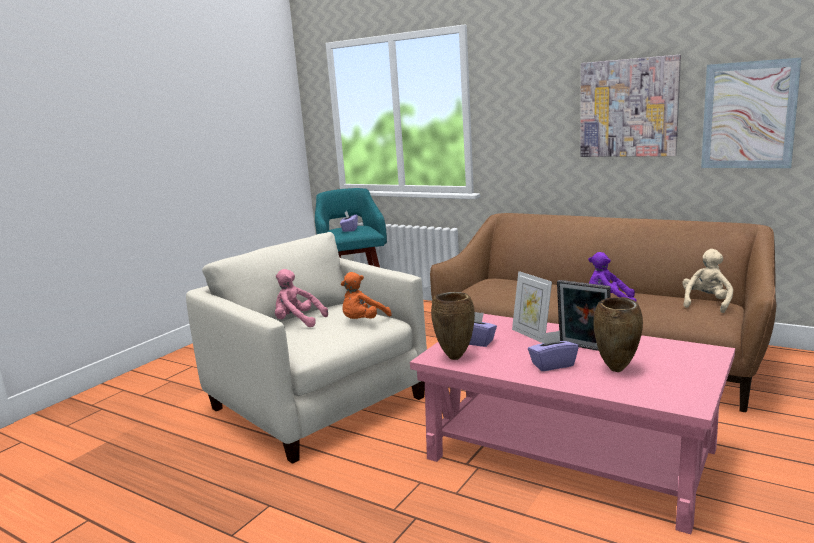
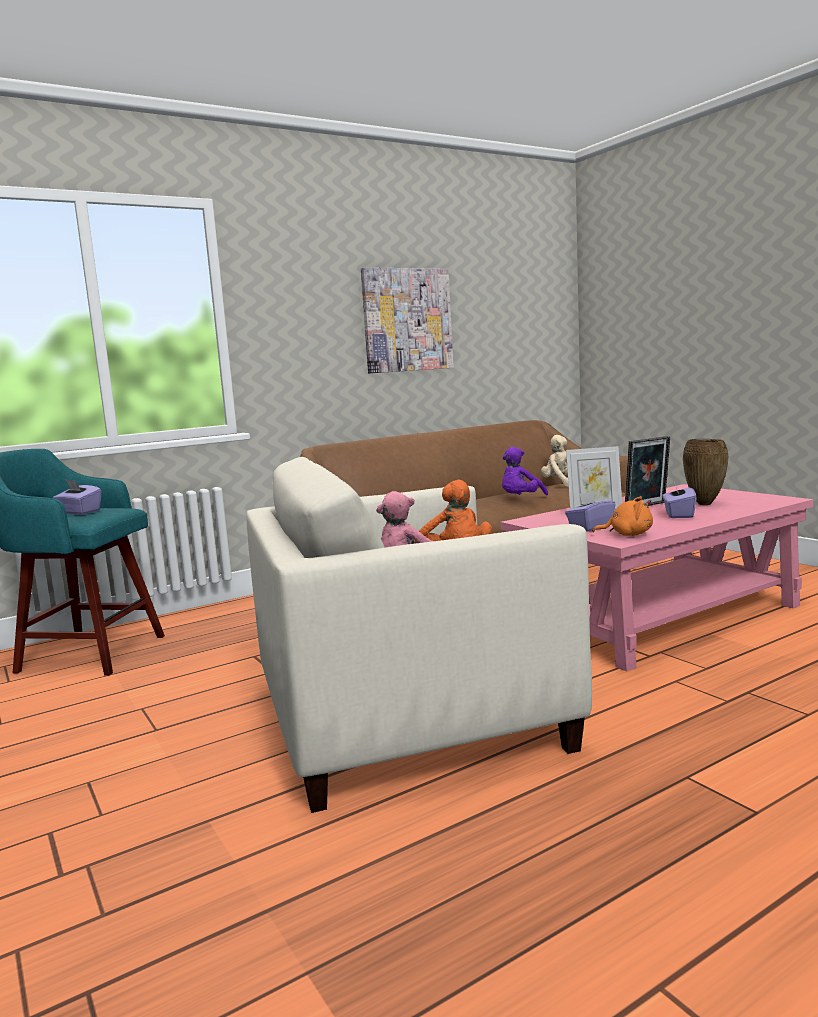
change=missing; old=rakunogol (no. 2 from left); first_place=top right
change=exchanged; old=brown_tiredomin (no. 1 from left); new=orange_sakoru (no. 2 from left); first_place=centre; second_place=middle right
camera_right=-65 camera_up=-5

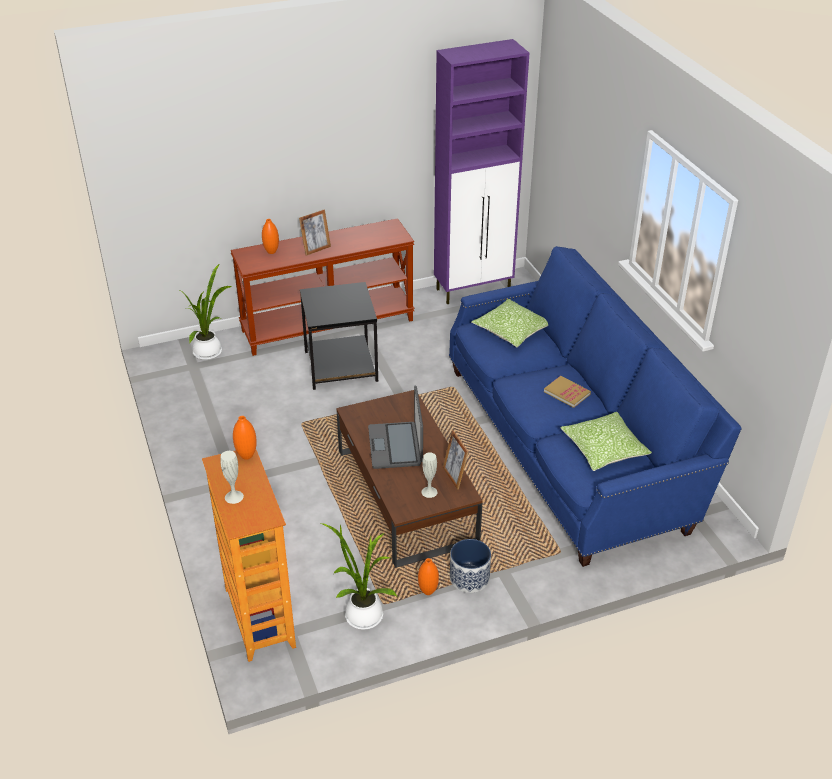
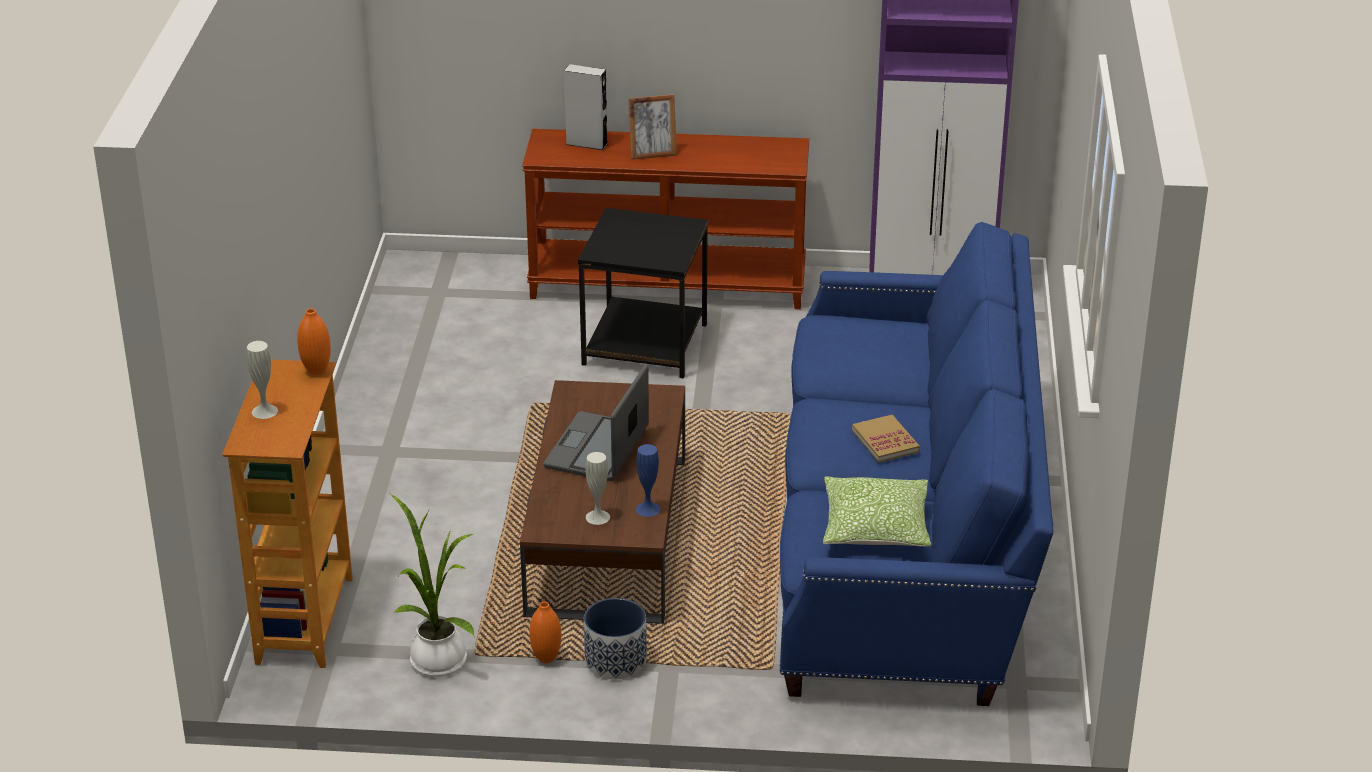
change=missing; old=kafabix (no. 1 from left); first_place=middle left
change=missing; old=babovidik (no. 1 from left); first_place=centre
change=exchanged; old=orange_tiredomin (no. 2 from left); new=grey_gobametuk; first_place=top left; second_place=top centre
change=exchanged; old=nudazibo (no. 2 from left); new=blue_tiredomin; first_place=centre; second_place=centre
camera_right=25 camera_up=-5

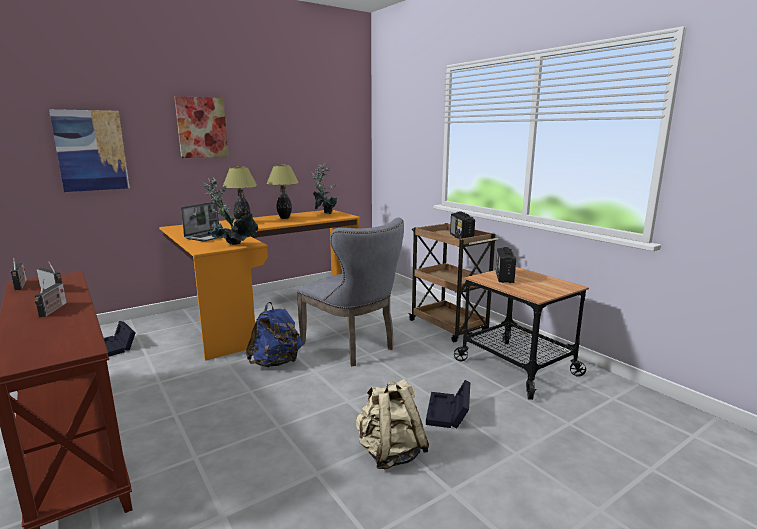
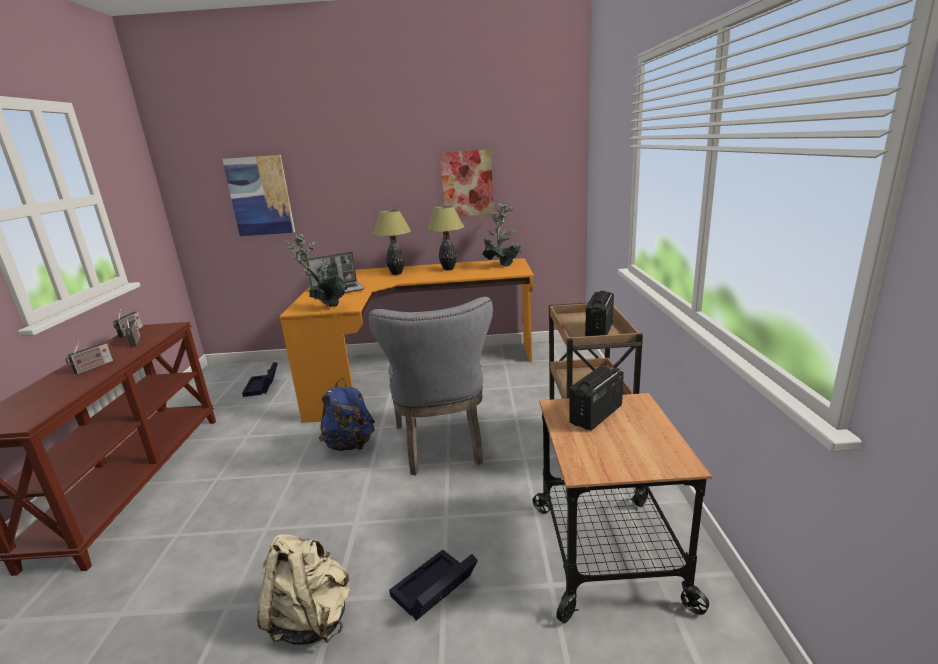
change=relocated; old=rakunogol (no. 2 from left); first_place=top left; second_place=top centre
camera_right=35 camera_up=5

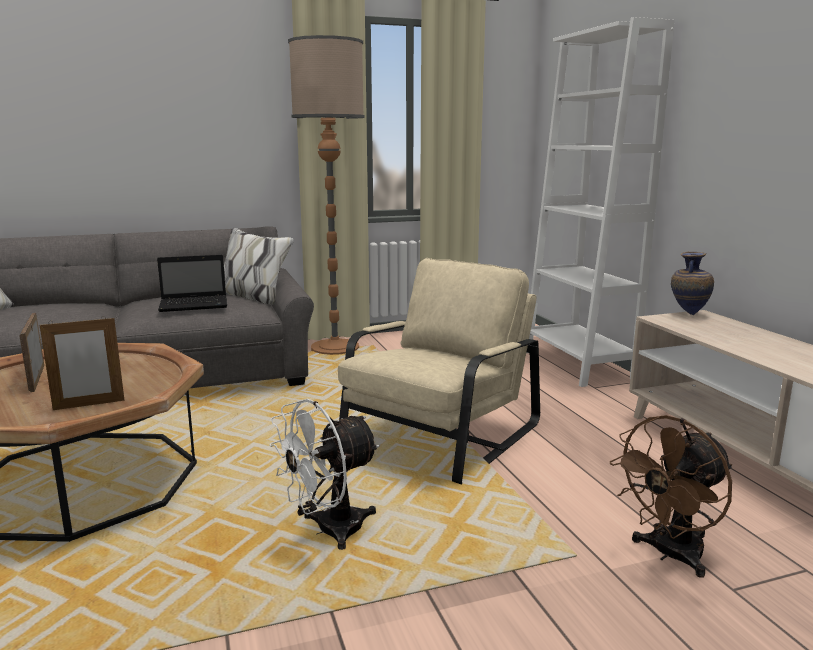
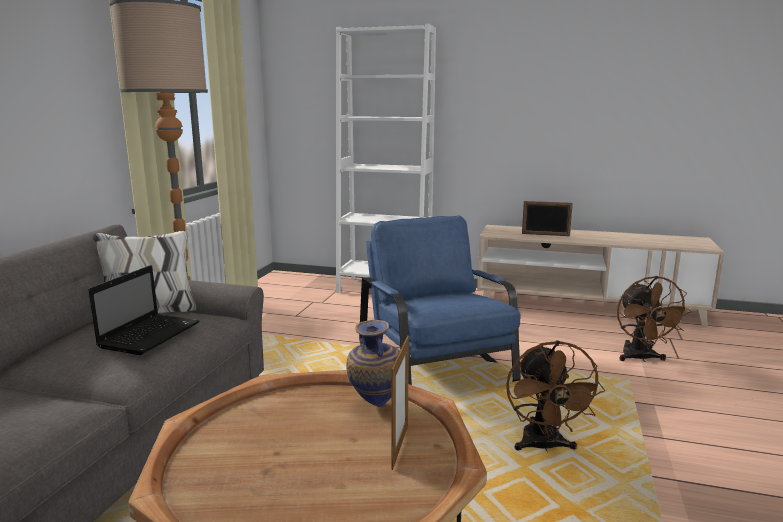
change=relocated; old=nudazibo (no. 1 from left in the first image); new=nudazibo (no. 2 from left); first_place=middle left; second_place=middle right
change=relocated; old=tiredomin; first_place=middle right; second_place=bottom centre
change=colour; old=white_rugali; new=brown_rugali (no. 1 from left); first_place=bottom centre; second_place=bottom right
change=colour; old=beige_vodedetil; new=blue_vodedetil; first_place=centre; second_place=centre
camera_right=-55 camera_up=0

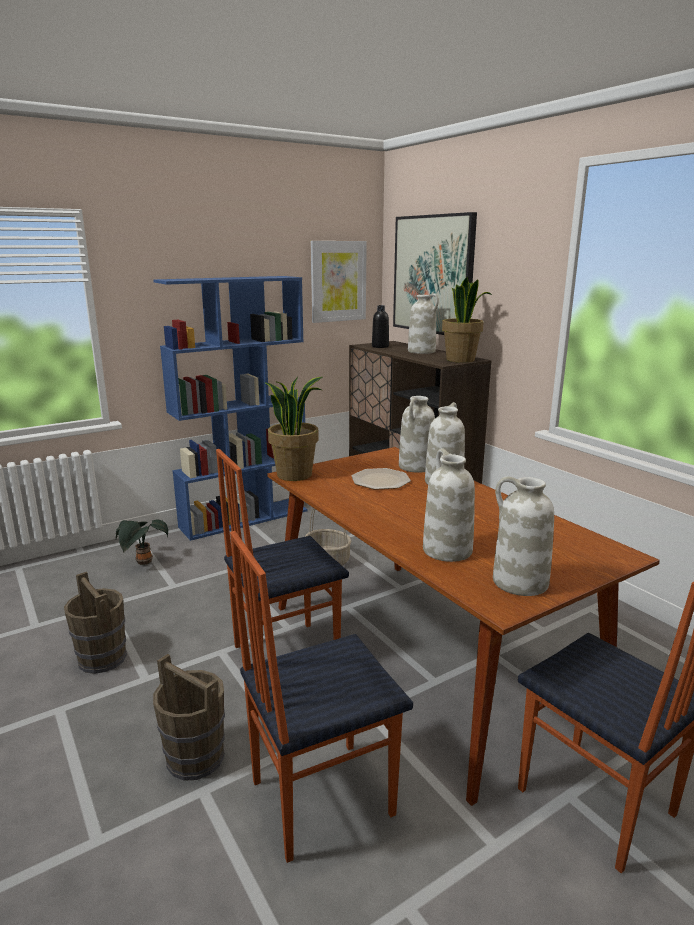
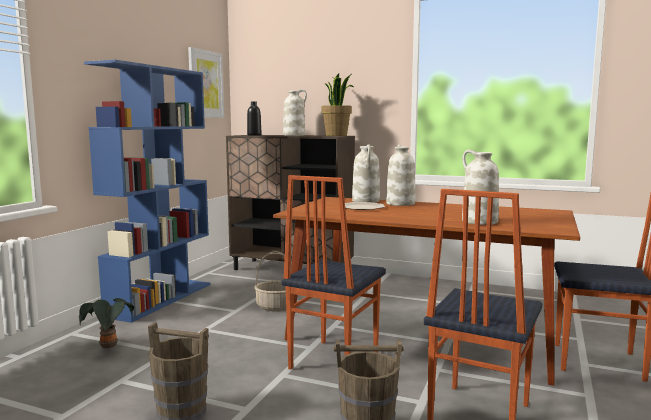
change=missing; old=kafabix (no. 2 from left); first_place=centre
change=missing; old=rakunogol (no. 2 from left); first_place=top centre
change=missing; old=white_tiredomin (no. 5 from left); first_place=middle right
camera_right=-35 camera_up=-10

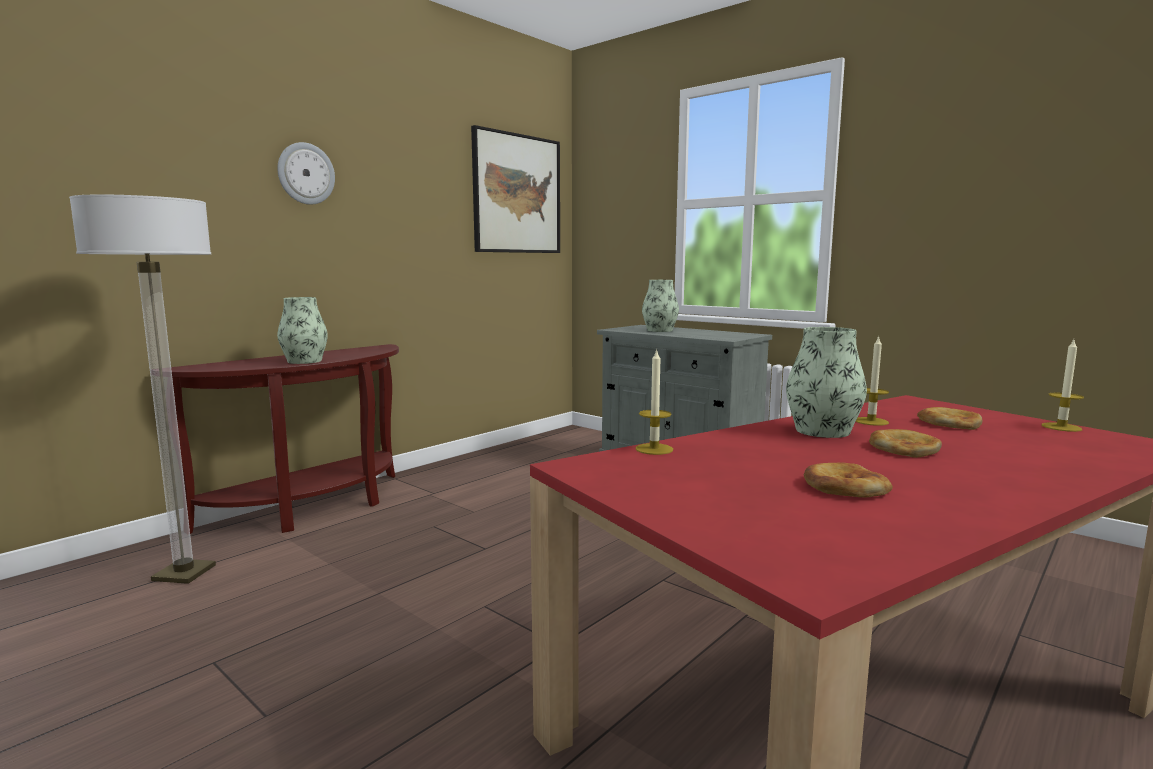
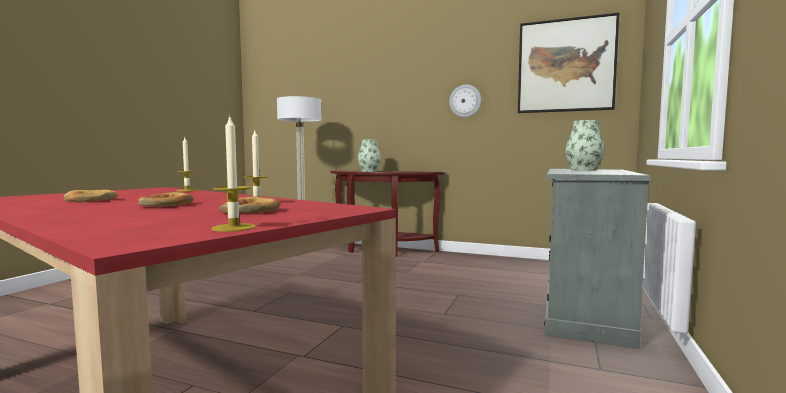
change=missing; old=tiredomin (no. 3 from left); first_place=middle right
change=relocated; old=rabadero; first_place=top left; second_place=top centre
camera_right=70 camera_up=-5

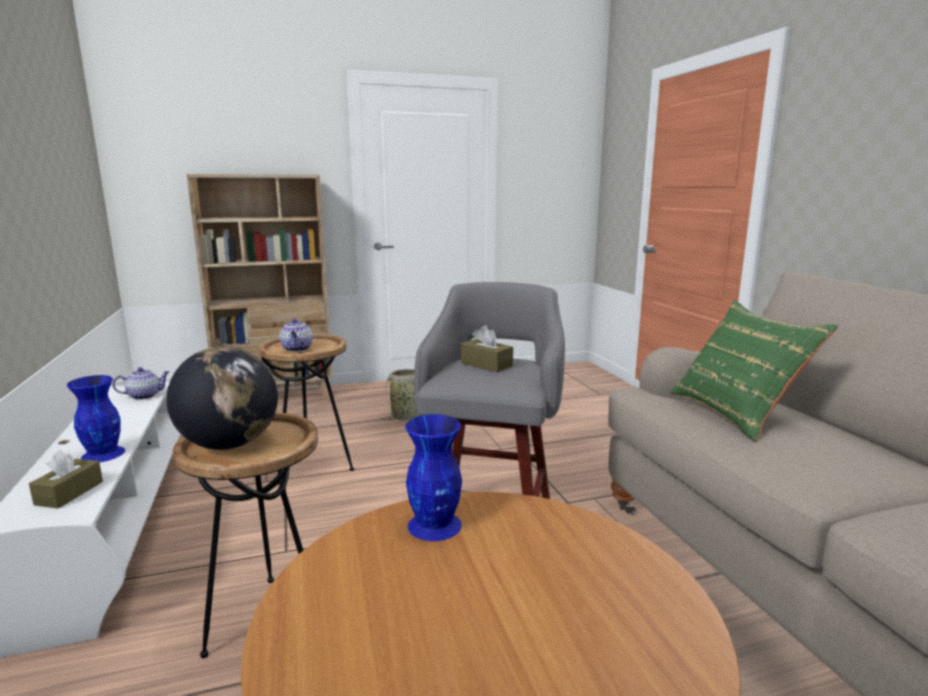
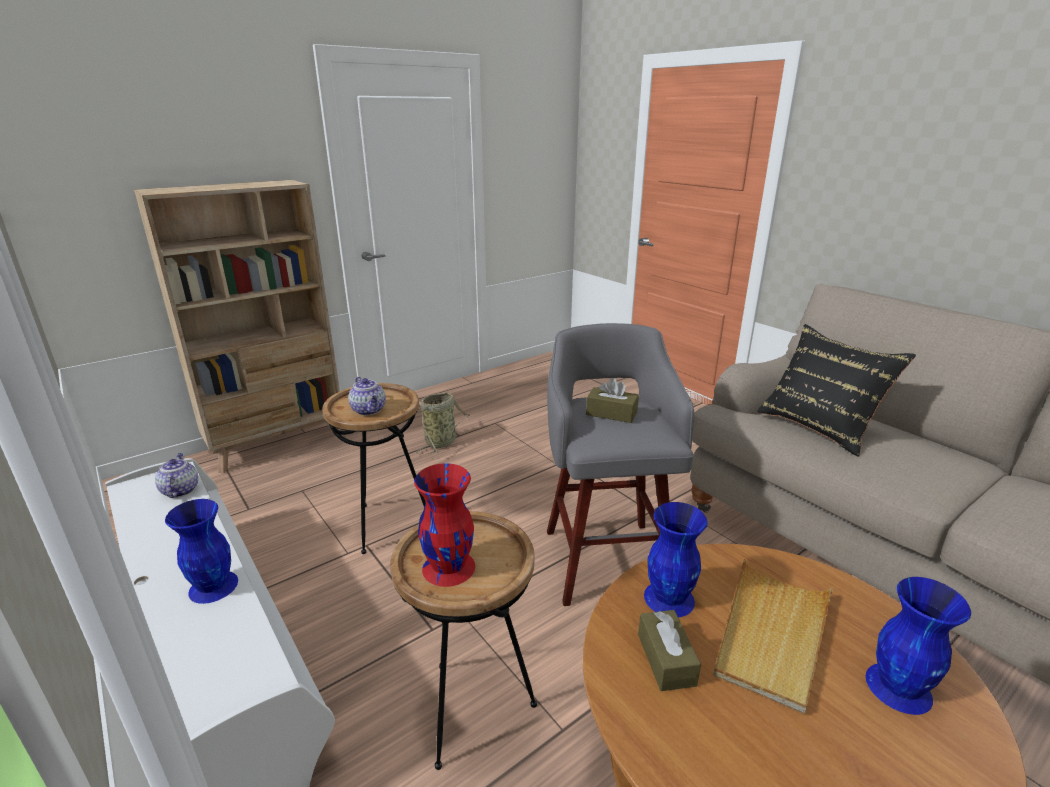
change=appeared; new=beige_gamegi; second_place=bottom right
change=appeared; new=blue_tiredomin (no. 3 from left); second_place=bottom right
change=relocated; old=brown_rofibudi (no. 1 from left in the first image); new=brown_rofibudi (no. 2 from left); first_place=bottom left; second_place=bottom centre
change=exchanged; old=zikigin; new=red_tiredomin; first_place=middle left; second_place=bottom centre
change=colour; old=green_babovidik; new=black_babovidik; first_place=middle right; second_place=middle right
change=spun; old=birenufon (no. 1 from left); first_place=middle left; second_place=middle left; degrees=-60
camera_right=-20 camera_up=10

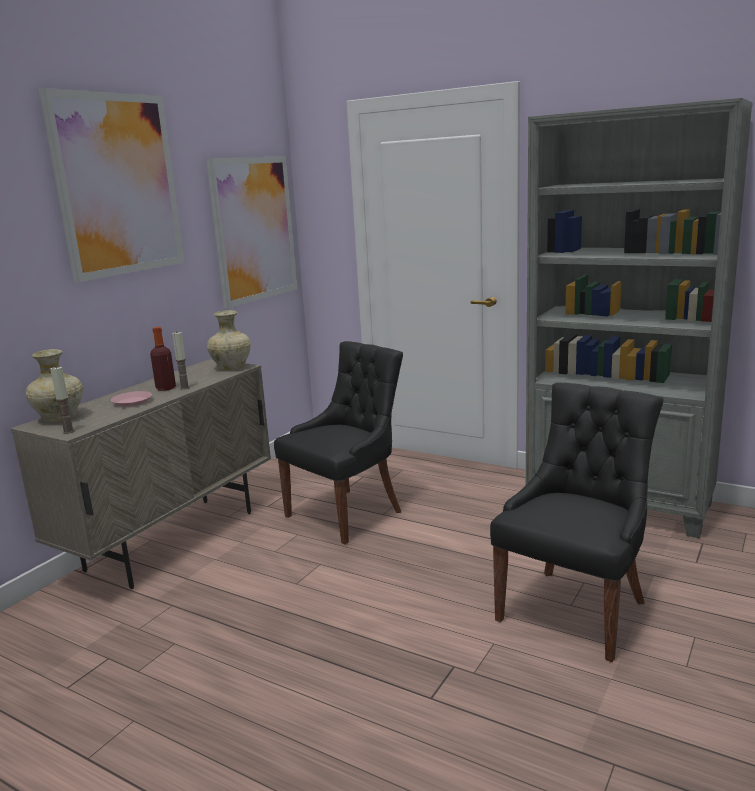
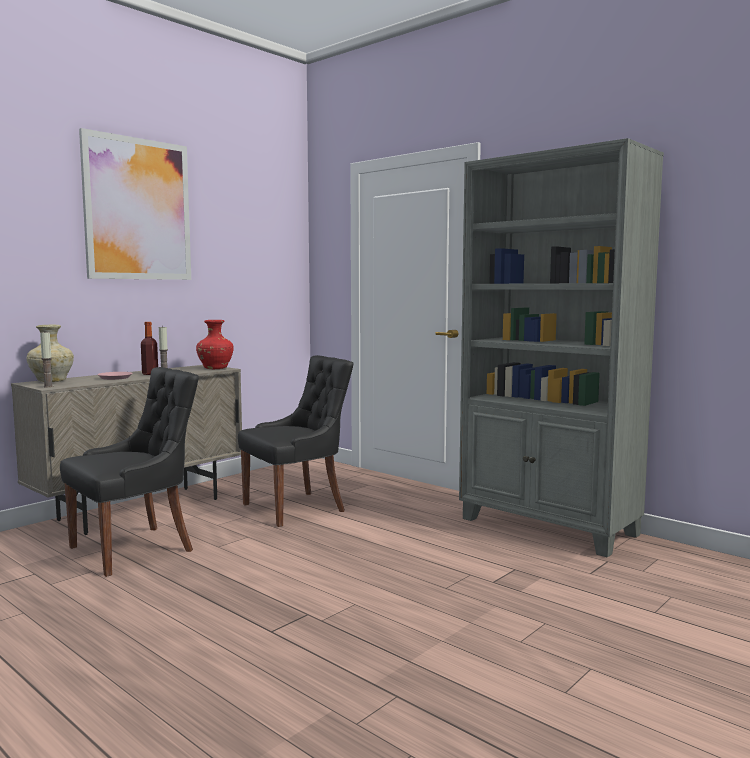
change=missing; old=rakunogol (no. 2 from left); first_place=top left
change=relocated; old=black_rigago (no. 2 from left in the first image); new=black_rigago (no. 1 from left); first_place=middle right; second_place=middle left
change=colour; old=beige_tiredomin (no. 2 from left); new=red_tiredomin; first_place=middle left; second_place=middle left
camera_right=10 camera_up=-10

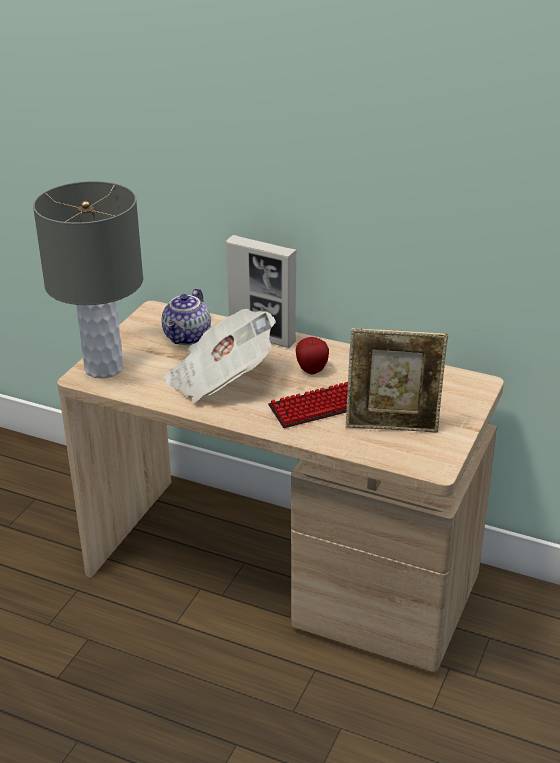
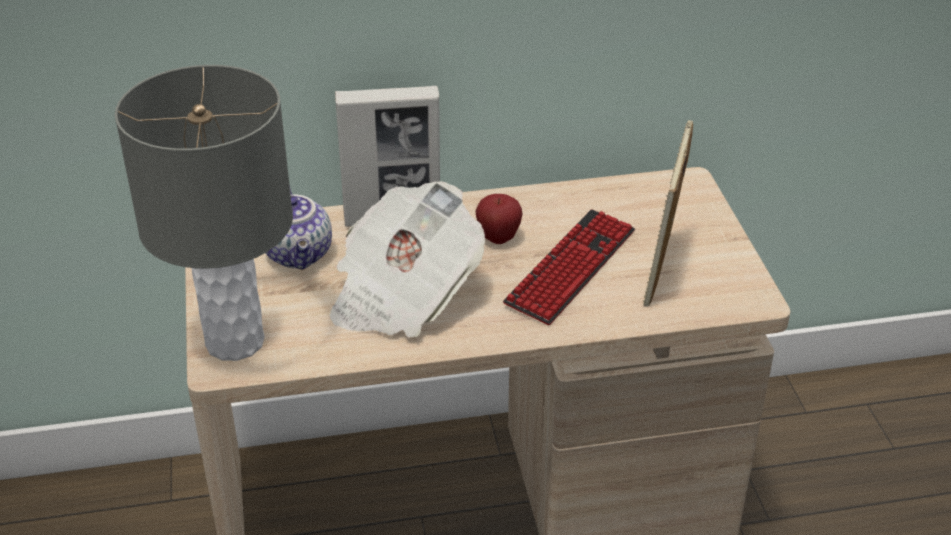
change=spun; old=nudazibo (no. 2 from left); first_place=middle right; second_place=middle right; degrees=135
camera_right=-35 camera_up=5

